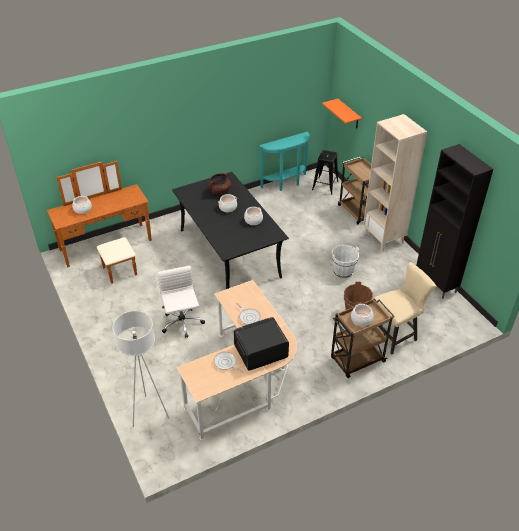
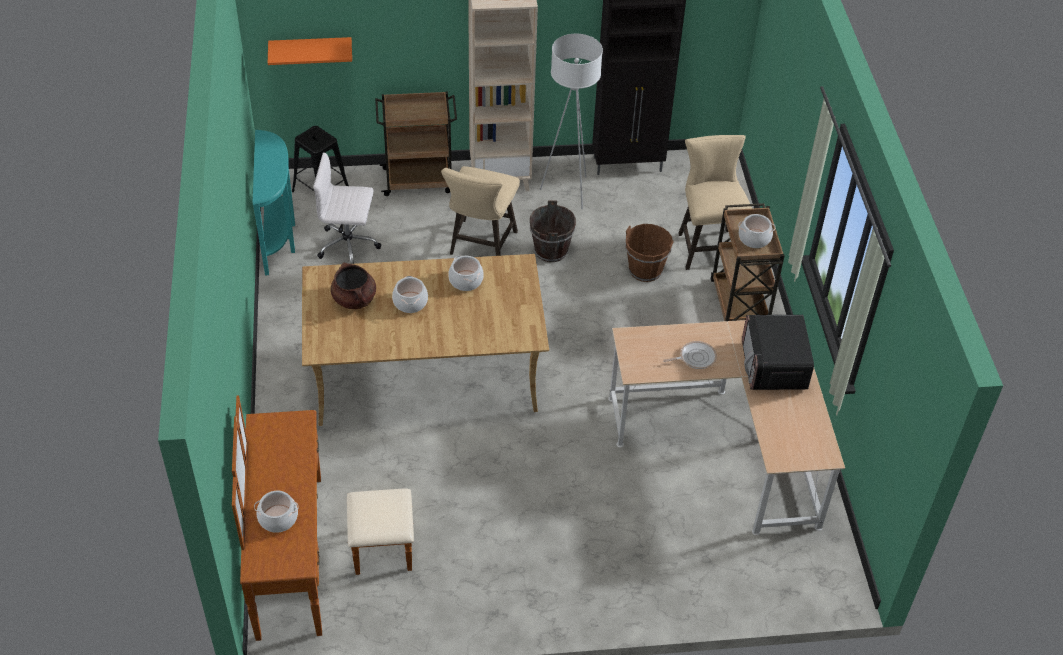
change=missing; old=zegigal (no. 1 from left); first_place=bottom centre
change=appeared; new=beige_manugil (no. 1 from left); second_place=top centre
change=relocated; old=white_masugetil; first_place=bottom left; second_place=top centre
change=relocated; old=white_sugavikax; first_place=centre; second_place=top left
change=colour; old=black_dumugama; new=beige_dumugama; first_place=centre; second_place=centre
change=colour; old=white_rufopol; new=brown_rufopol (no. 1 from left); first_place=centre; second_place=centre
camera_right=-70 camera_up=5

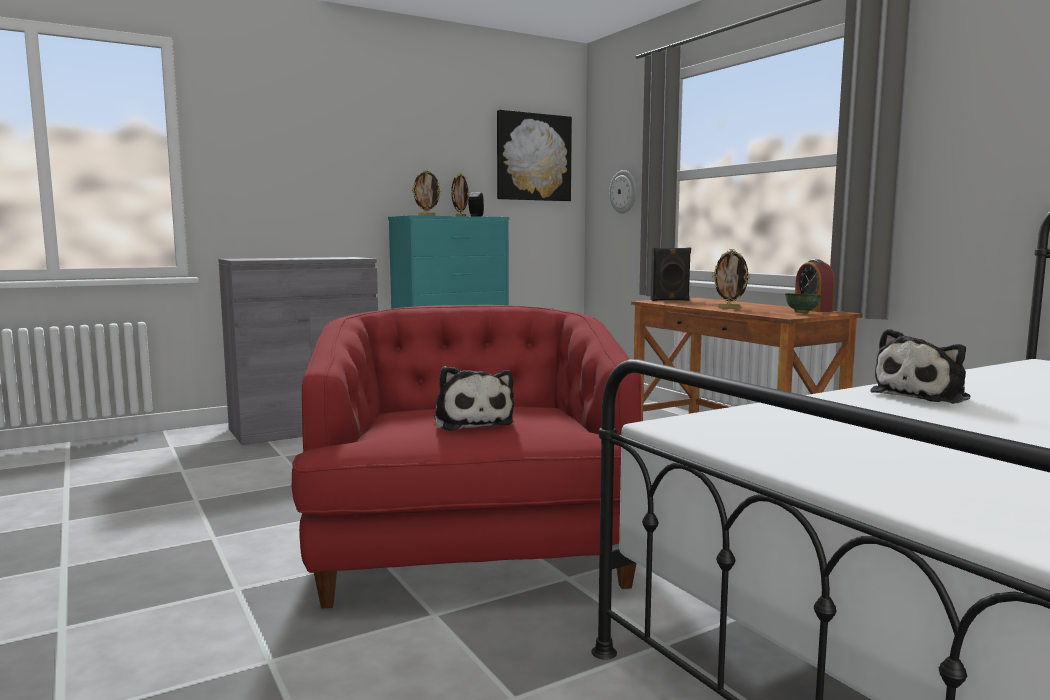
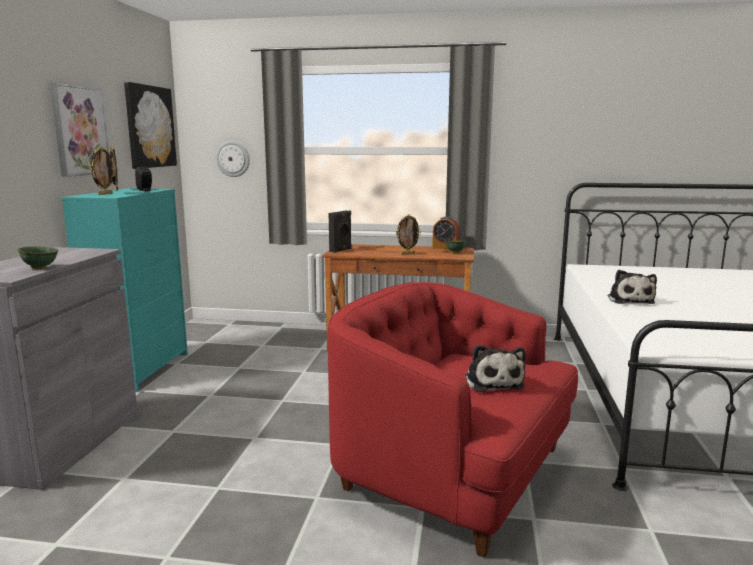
change=appeared; new=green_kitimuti (no. 1 from left); second_place=middle left
change=appeared; new=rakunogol (no. 1 from left); second_place=top left
change=spun; old=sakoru (no. 1 from left); first_place=centre; second_place=centre; degrees=60
camera_right=-50 camera_up=5

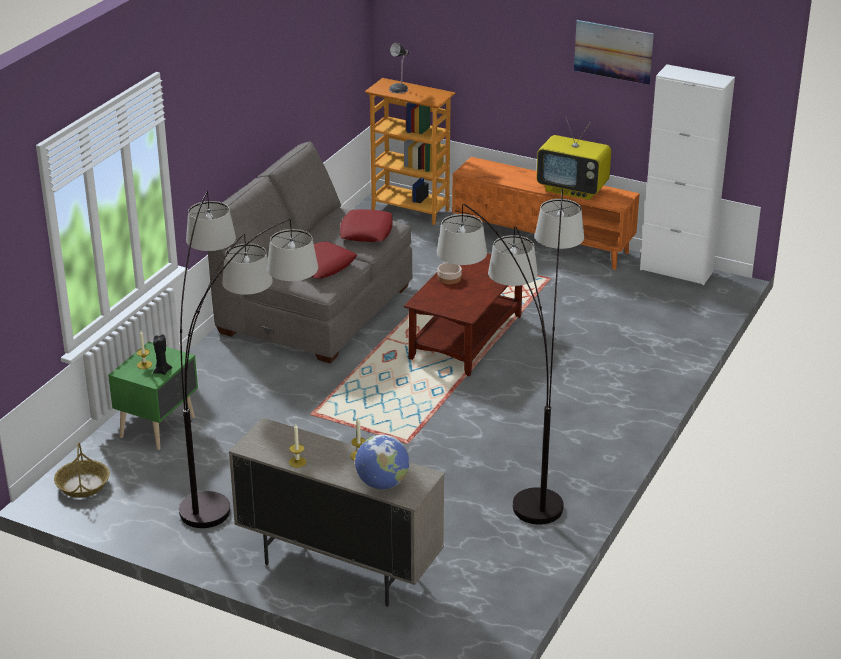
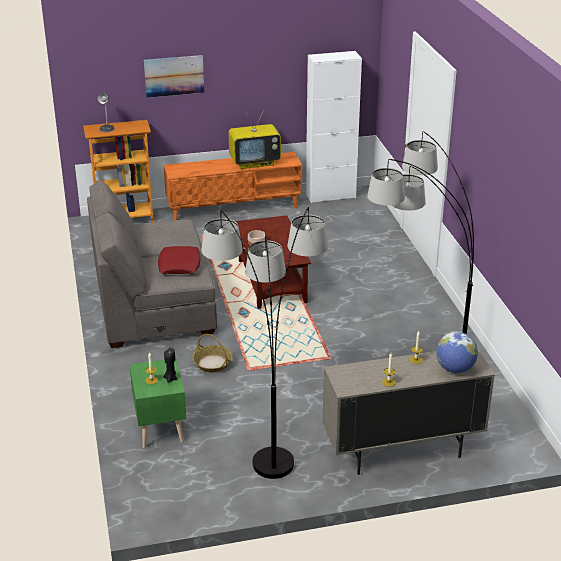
change=missing; old=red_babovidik (no. 2 from left); first_place=centre
change=relocated; old=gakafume; first_place=bottom left; second_place=centre
change=relocated; old=rakunogol; first_place=top right; second_place=top left
camera_right=-40 camera_up=0

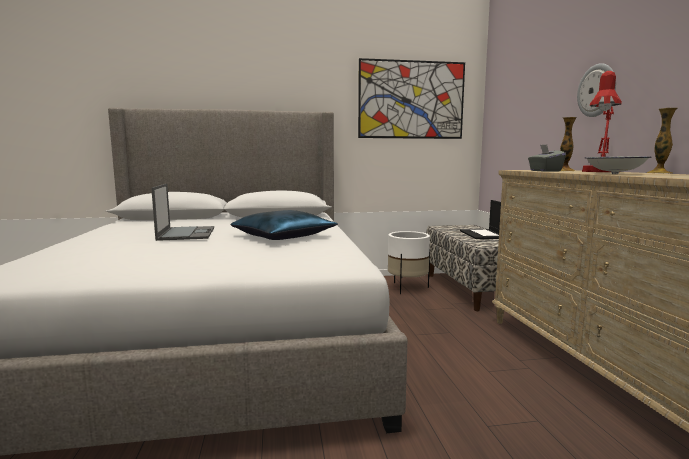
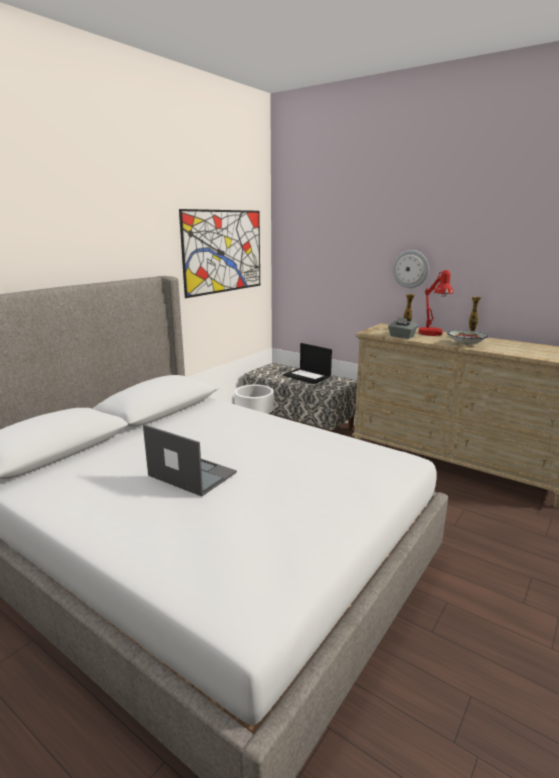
change=missing; old=blue_babovidik; first_place=centre
camera_right=-45 camera_up=10

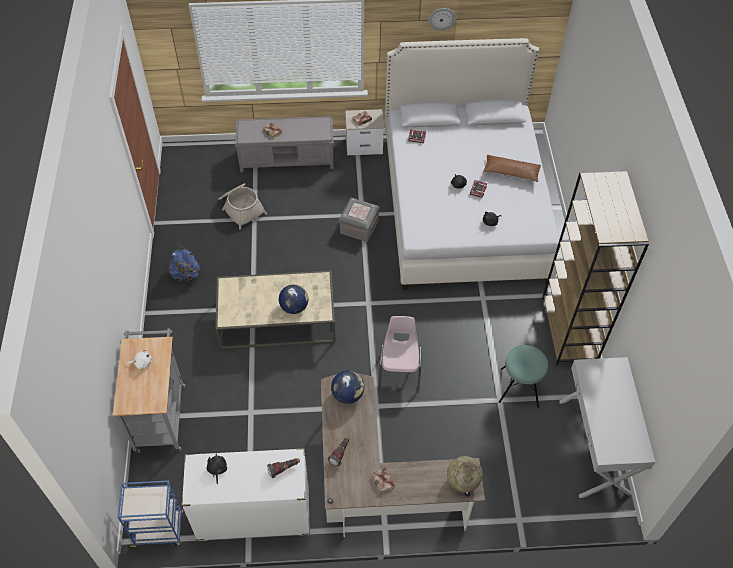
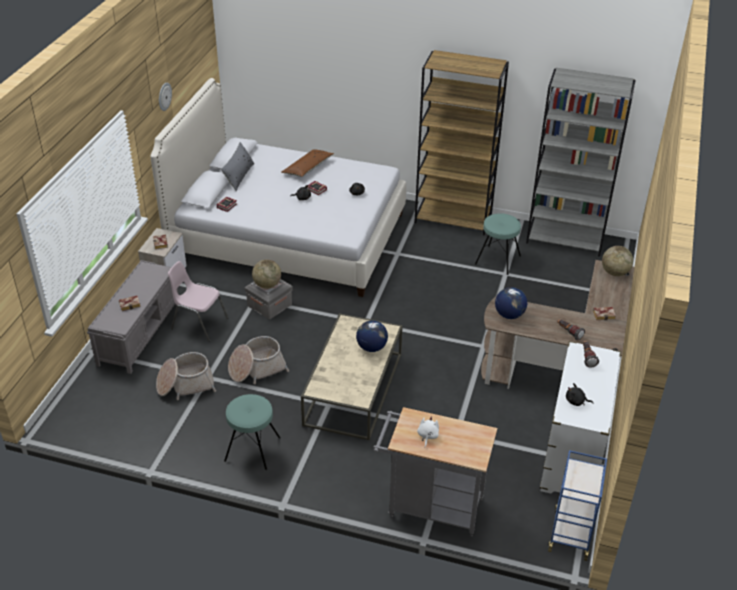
change=appeared; new=grey_babovidik; second_place=top left
change=appeared; new=gakafume (no. 2 from left); second_place=centre
change=appeared; new=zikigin (no. 1 from left); second_place=centre
change=relocated; old=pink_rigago; first_place=centre; second_place=middle left
change=exchanged; old=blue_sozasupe; new=turquoise_manugil (no. 1 from left); first_place=middle left; second_place=bottom centre
change=exchanged; old=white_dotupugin; new=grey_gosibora; first_place=bottom right; second_place=top right
camera_right=-70 camera_up=-15

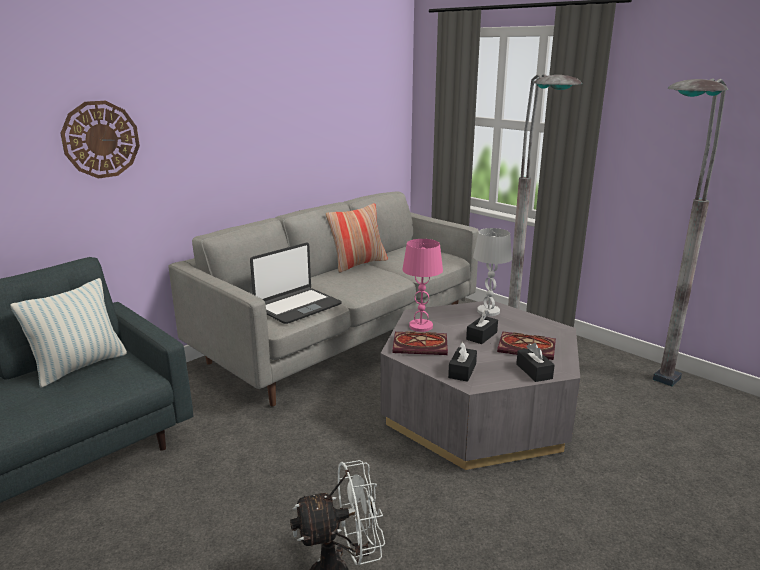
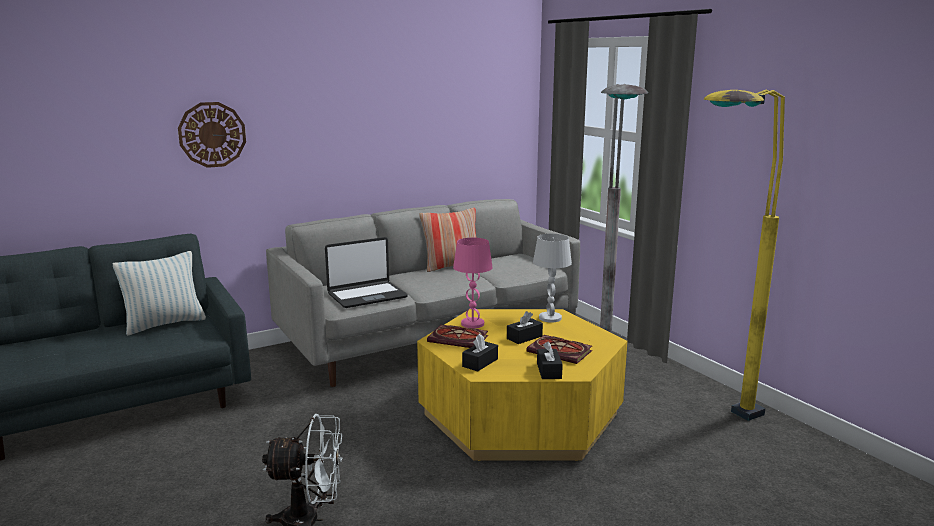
change=colour; old=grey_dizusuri; new=yellow_dizusuri; first_place=bottom centre; second_place=bottom centre
change=colour; old=grey_masugetil (no. 2 from left); new=yellow_masugetil; first_place=middle right; second_place=middle right
camera_right=15 camera_up=-5

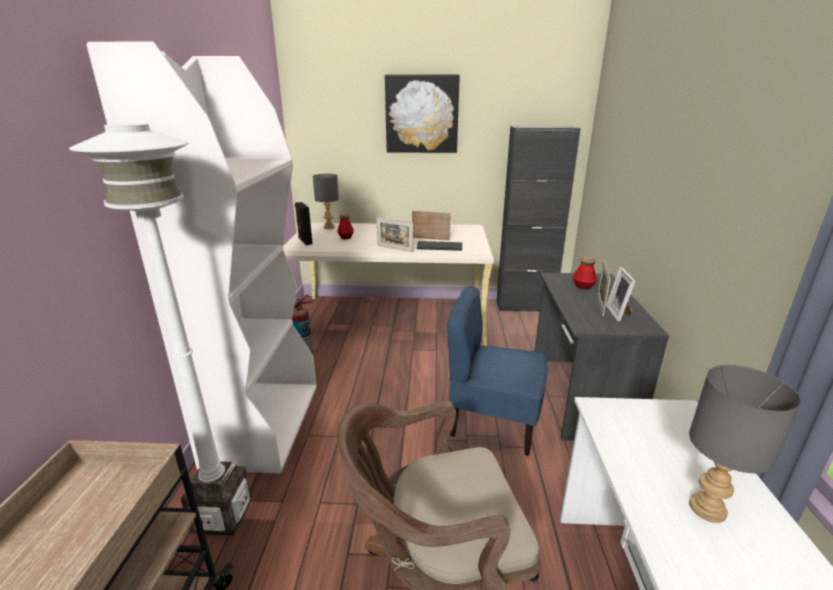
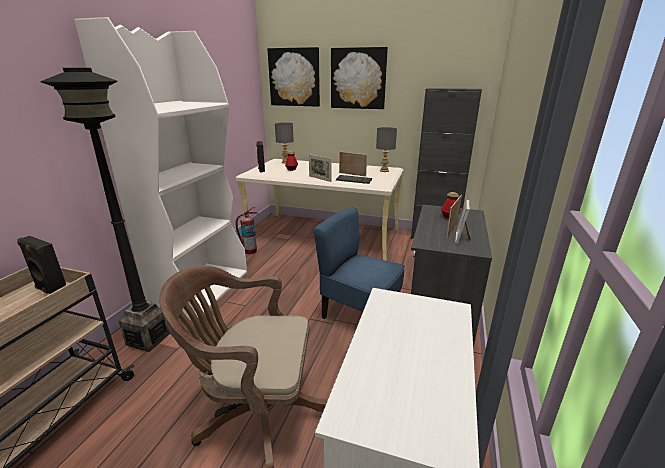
change=appeared; new=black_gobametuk (no. 1 from left); second_place=middle left
change=appeared; new=rakunogol (no. 1 from left); second_place=top centre
change=relocated; old=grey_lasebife (no. 2 from left); first_place=bottom right; second_place=top centre
change=colour; old=white_masugetil; new=black_masugetil; first_place=middle left; second_place=middle left
camera_right=15 camera_up=0

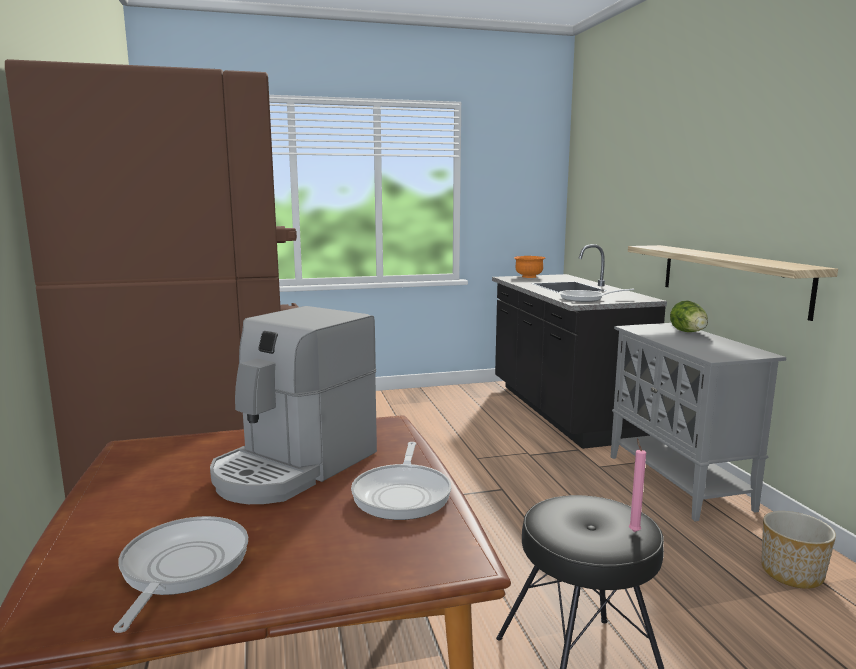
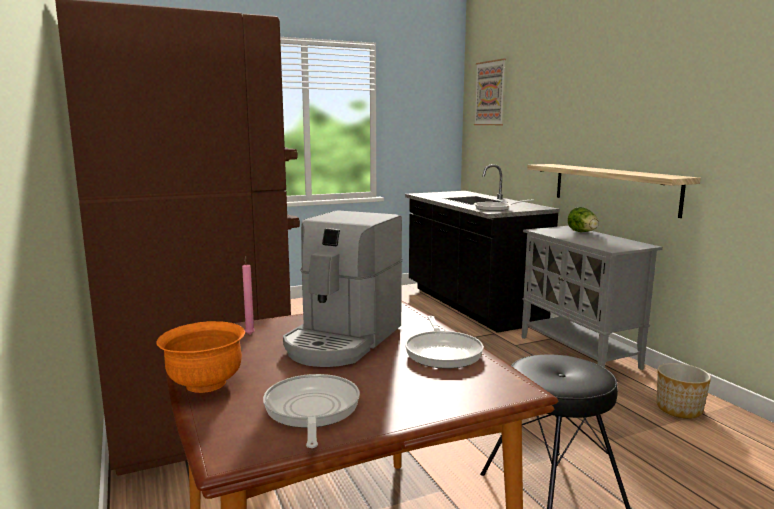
change=appeared; new=rakunogol; second_place=top centre
change=relocated; old=orange_kitimuti; first_place=centre; second_place=bottom left
change=relocated; old=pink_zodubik; first_place=bottom right; second_place=middle left
camera_right=-10 camera_up=0

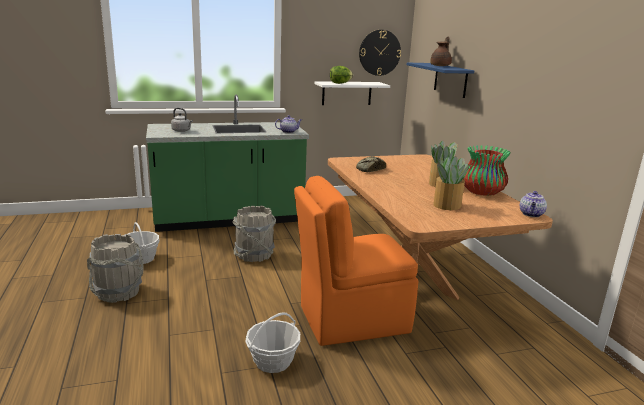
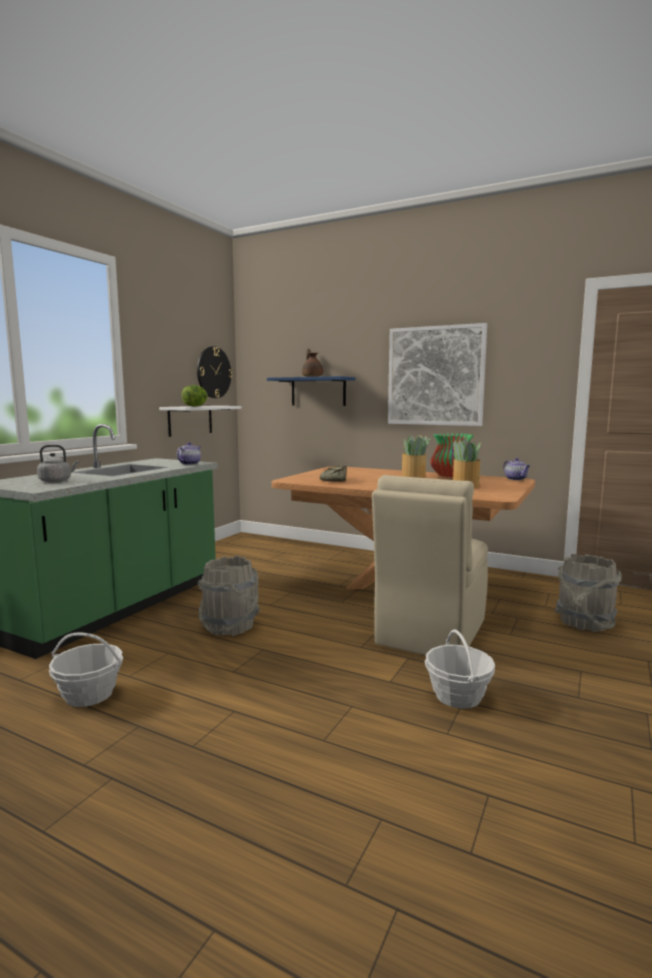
change=appeared; new=rakunogol; second_place=middle right
change=relocated; old=grey_rufopol (no. 1 from left in the first image); new=grey_rufopol (no. 2 from left); first_place=middle left; second_place=middle right
change=colour; old=orange_rigago; new=beige_rigago; first_place=centre; second_place=centre
camera_right=-45 camera_up=-10

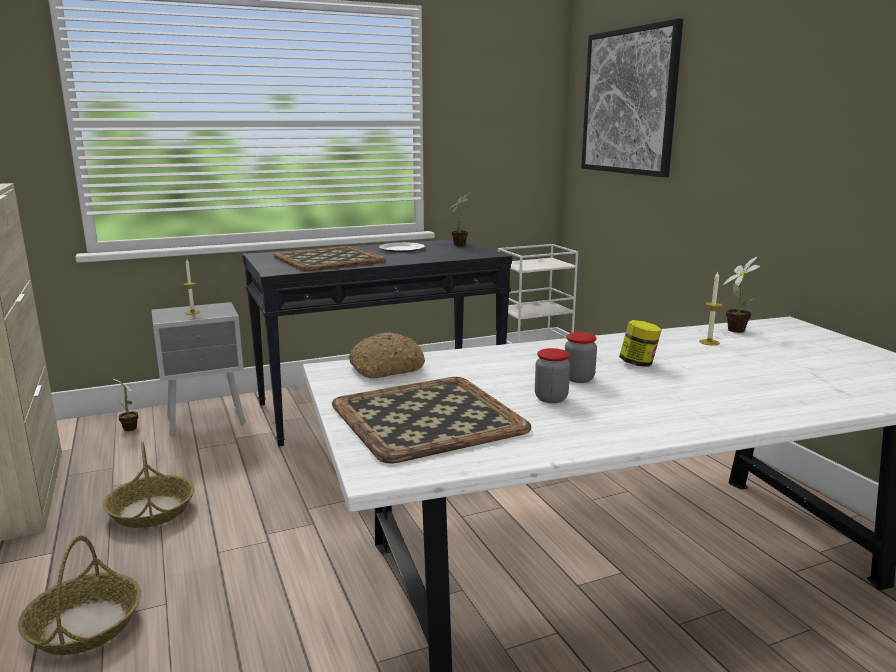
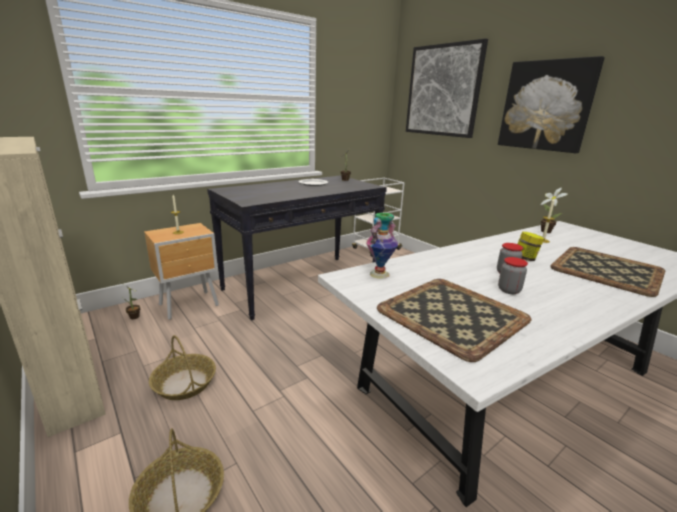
change=appeared; new=rakunogol (no. 2 from left); second_place=top right
change=relocated; old=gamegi (no. 1 from left in the first image); new=gamegi (no. 2 from left); first_place=centre; second_place=middle right
change=exchanged; old=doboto; new=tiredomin; first_place=centre; second_place=centre
change=colour; old=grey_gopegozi; new=brown_gopegozi; first_place=middle left; second_place=middle left
camera_right=-15 camera_up=5

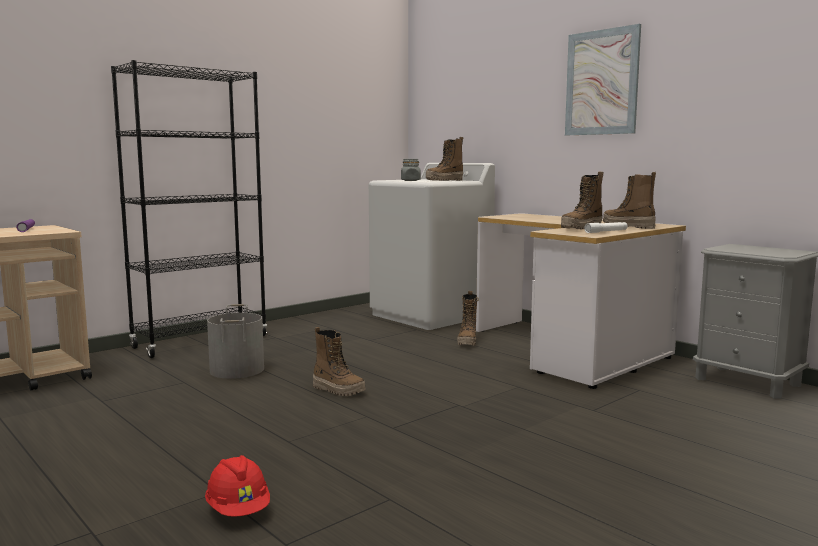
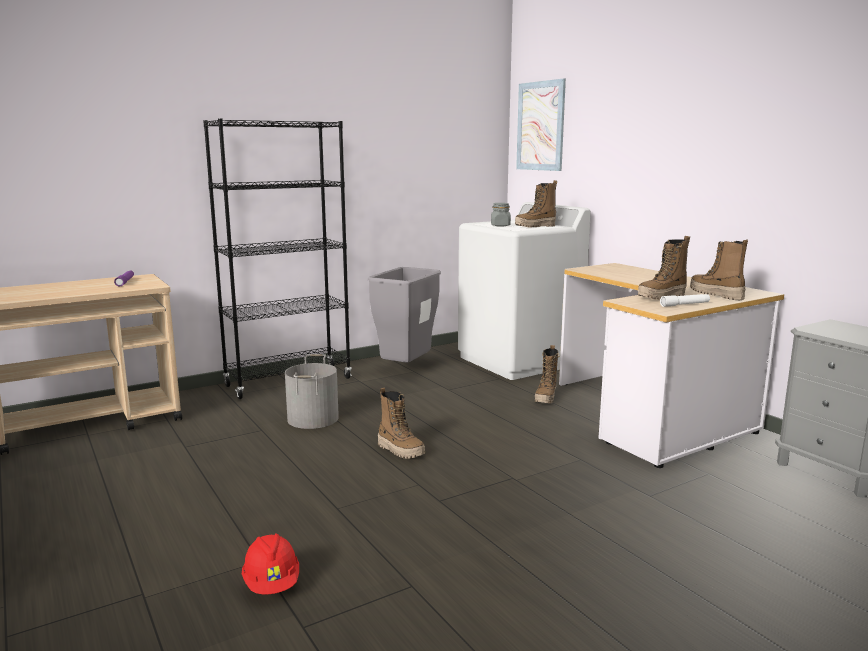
change=appeared; new=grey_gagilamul; second_place=centre
change=relocated; old=rakunogol; first_place=top right; second_place=top centre
camera_right=10 camera_up=5

